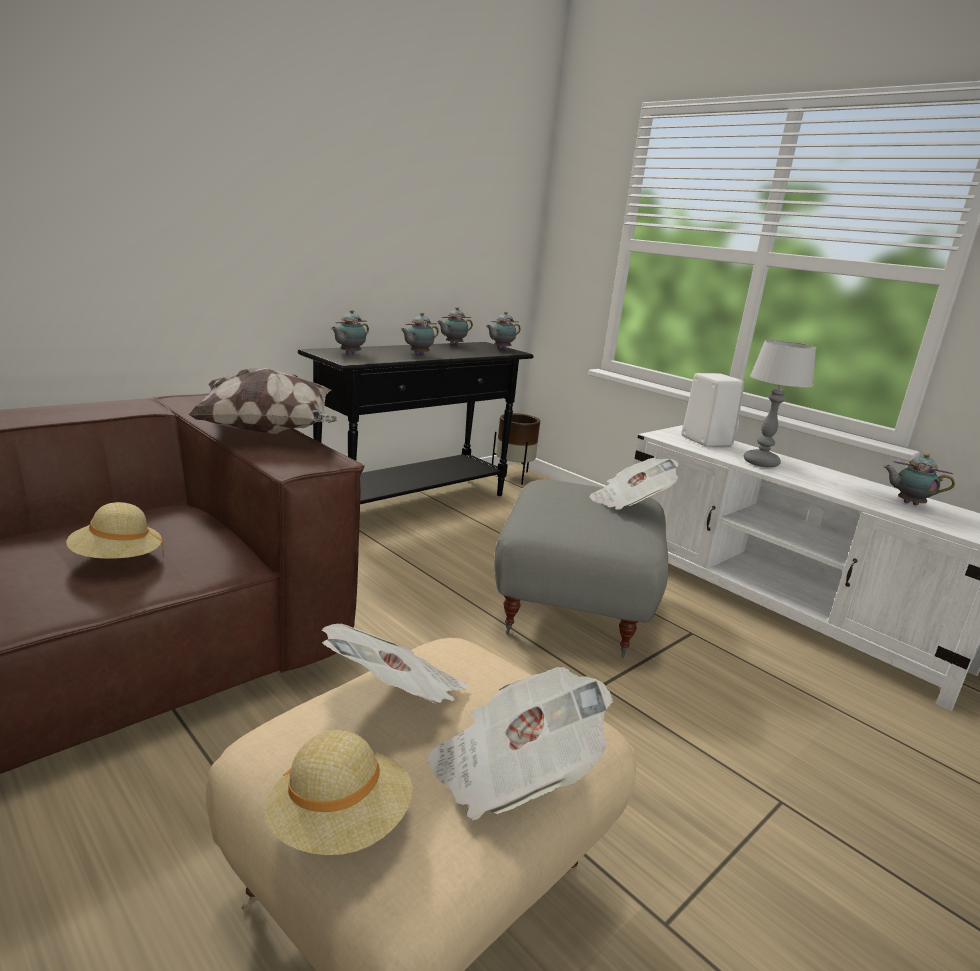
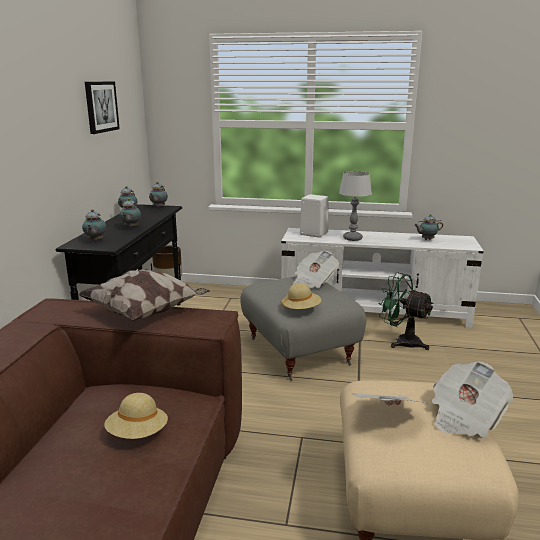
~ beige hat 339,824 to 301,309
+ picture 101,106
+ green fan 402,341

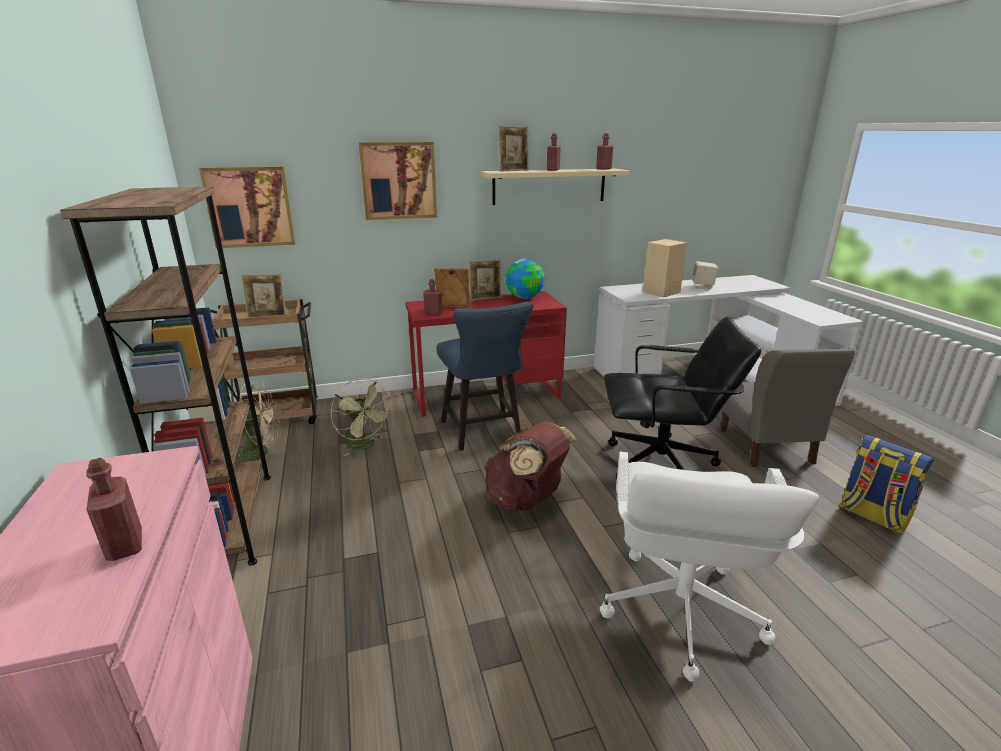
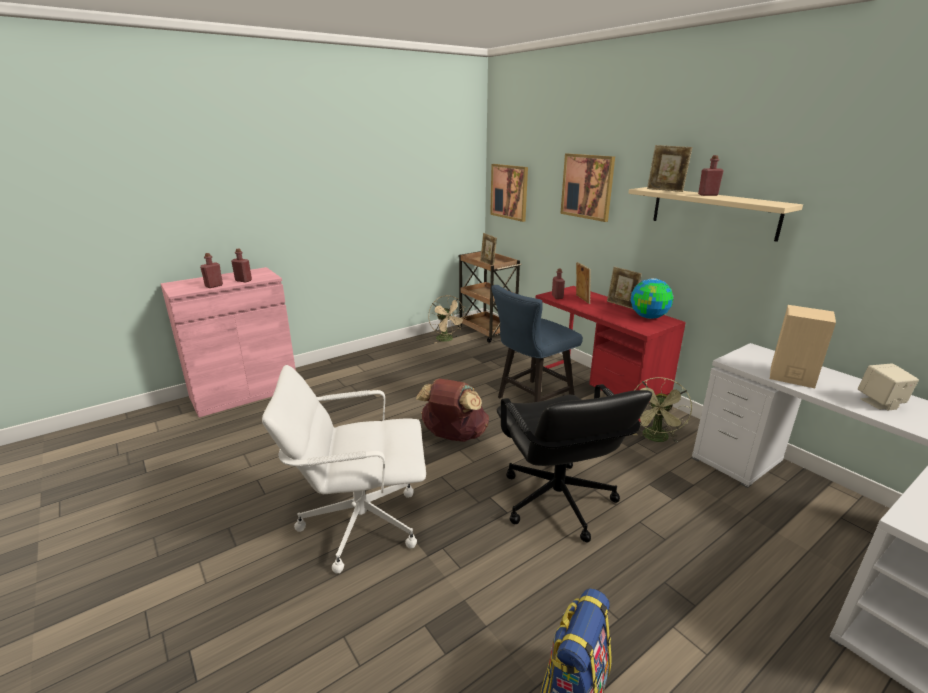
- brown bookcase 230,520
~ green fan 365,446 to 655,438
~ red bottle 603,169 to 243,280
- grey chair 765,446

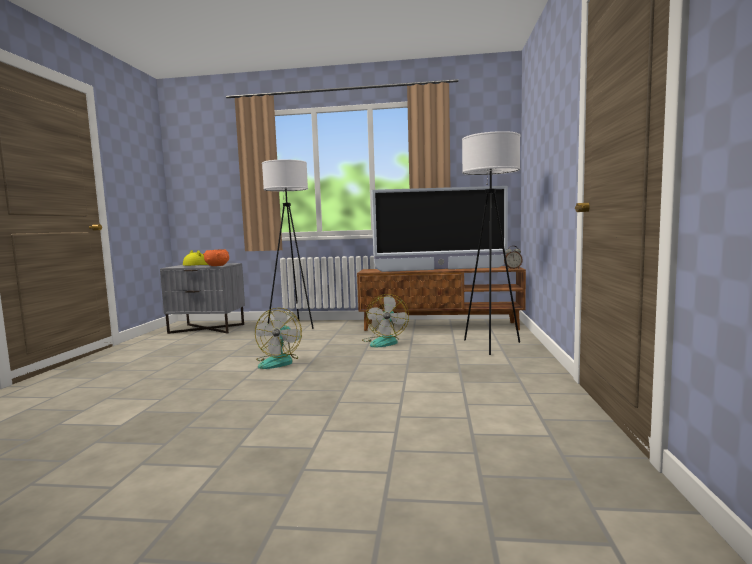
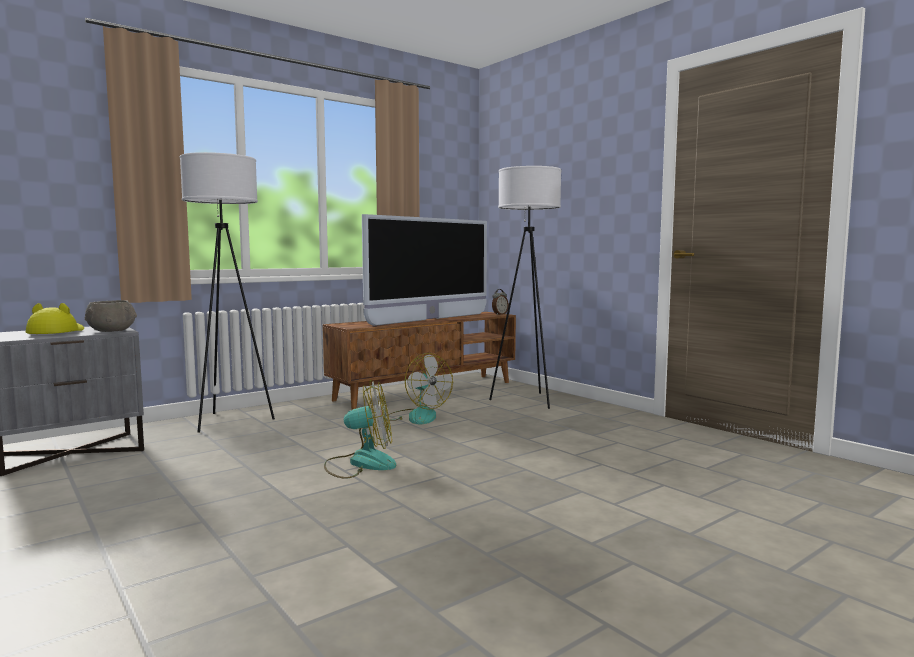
~ orange bowl 217,266 to grey bowl 111,331
~ fan 279,361 = 361,463 60 degrees counterclockwise

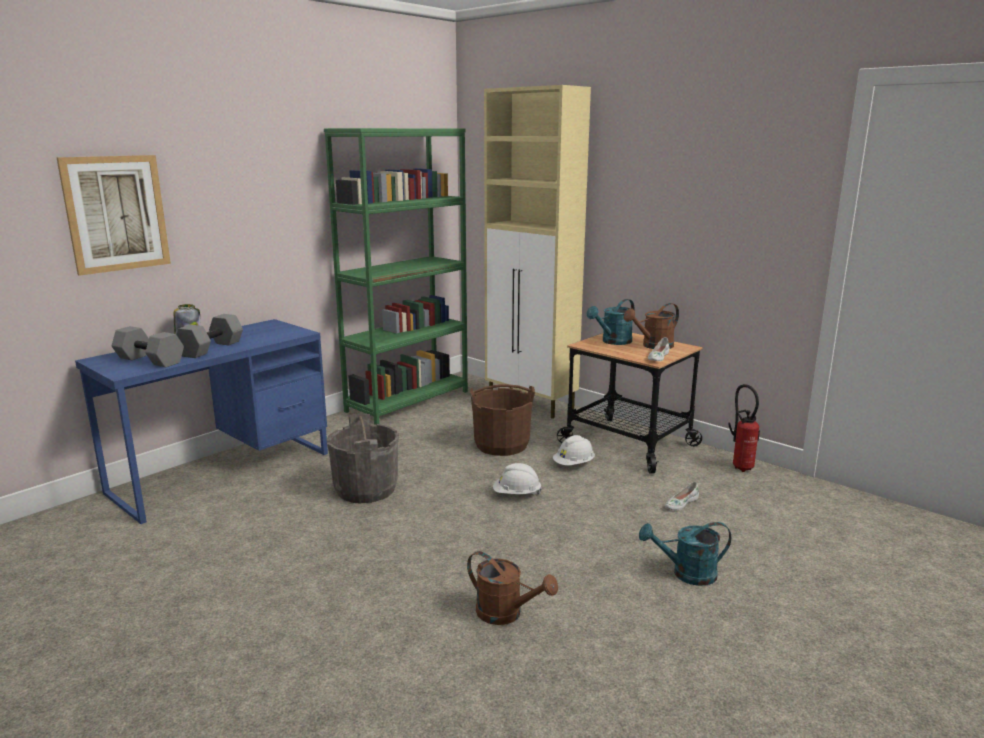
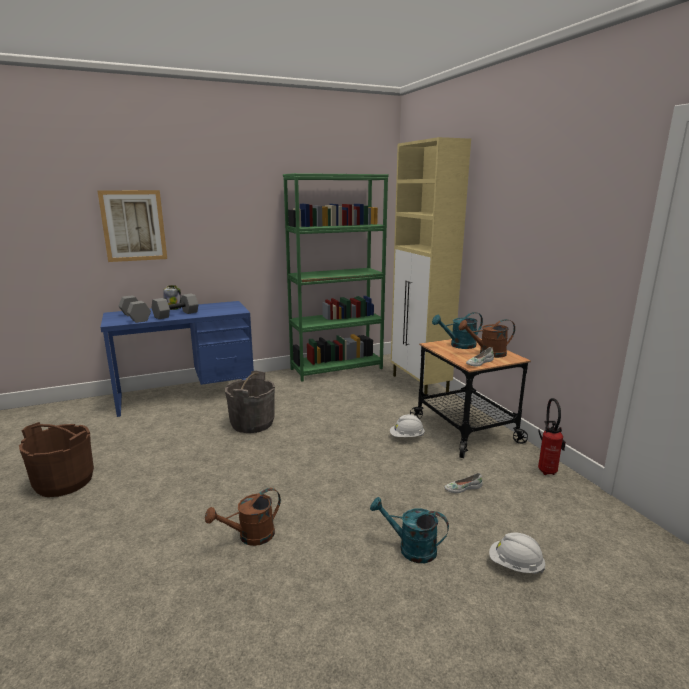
~ brown watering can 506,614 = 250,537 90 degrees clockwise
~ brown bucket 501,445 to 64,482
~ white hard hat 516,494 to 515,565

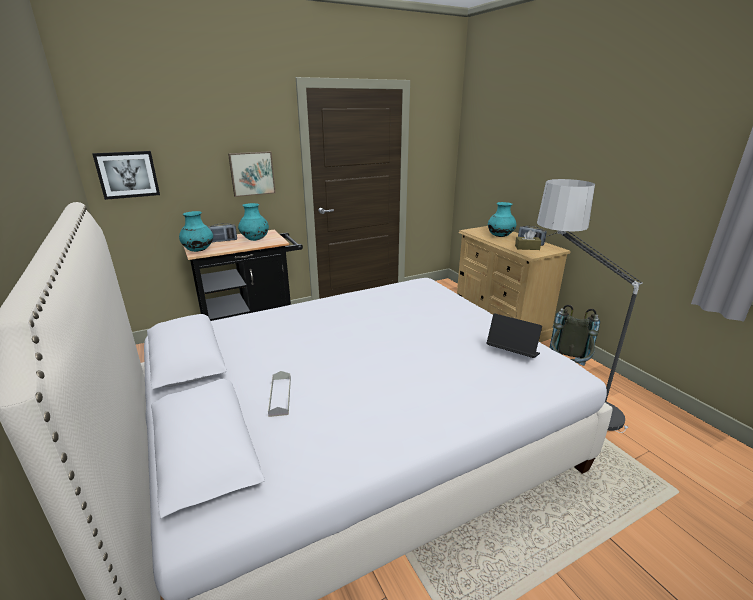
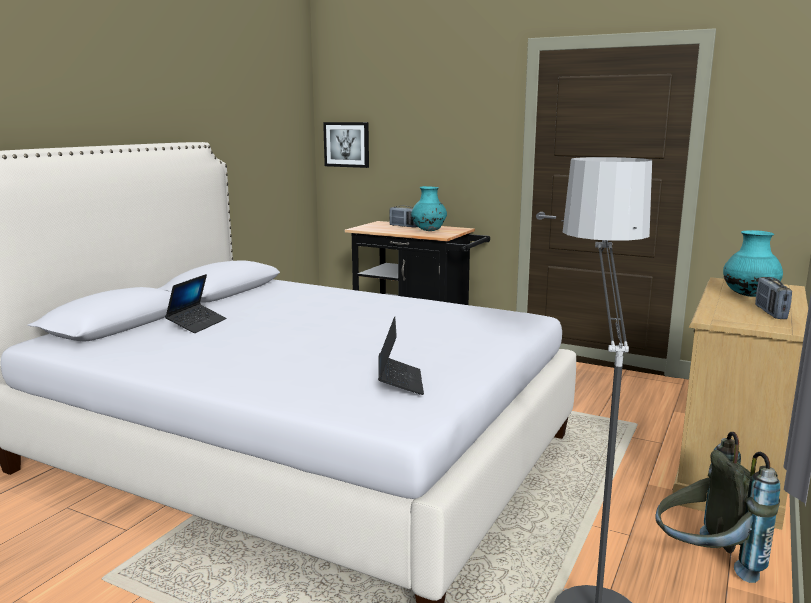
- turquoise vase 198,250
- picture 252,173
~ grey tray 280,396 to laptop 197,324
- brown tissue box 527,248

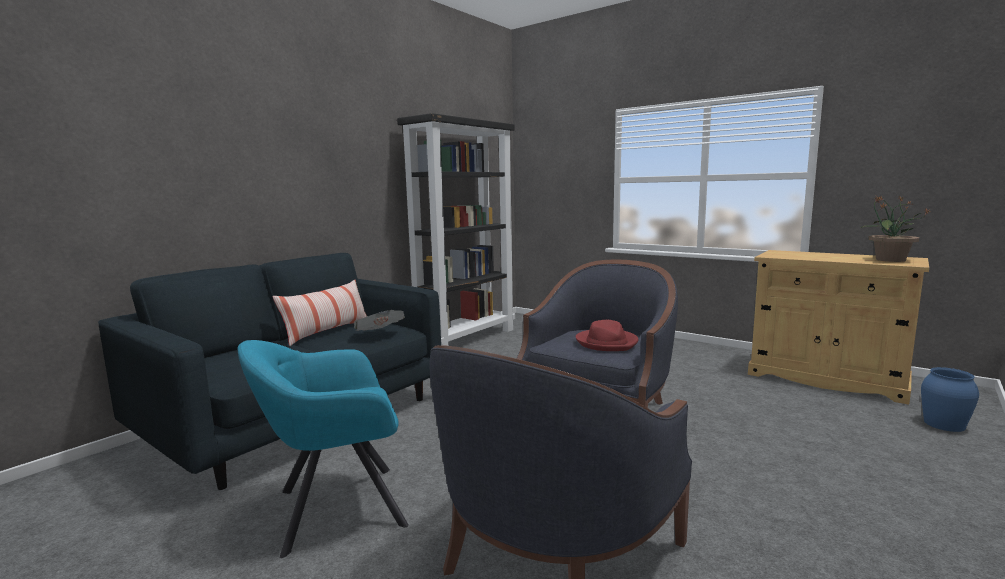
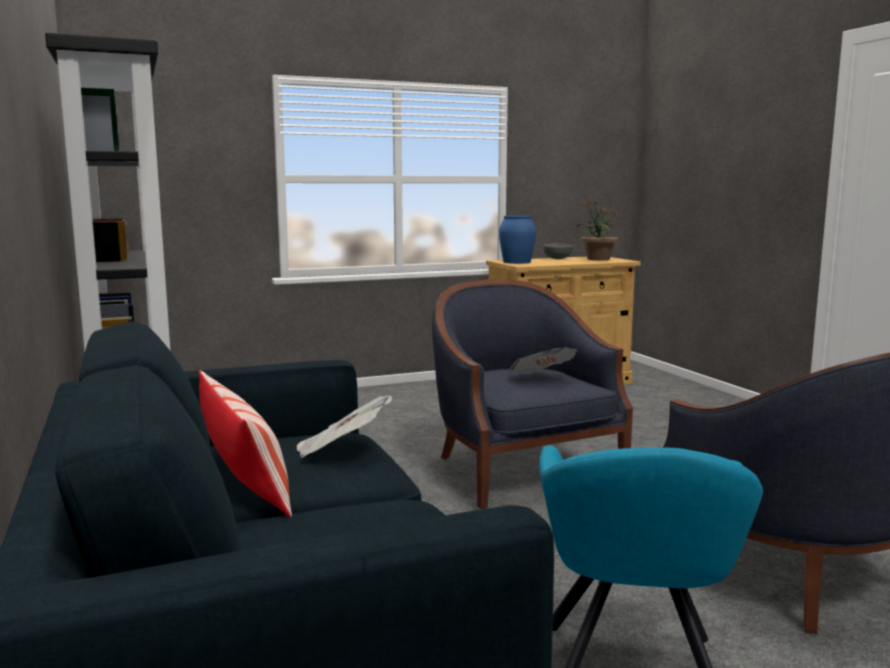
~ red hat 607,343 to newspaper 542,379
~ blue vase 943,424 to 516,262
+ grey bowl 558,259

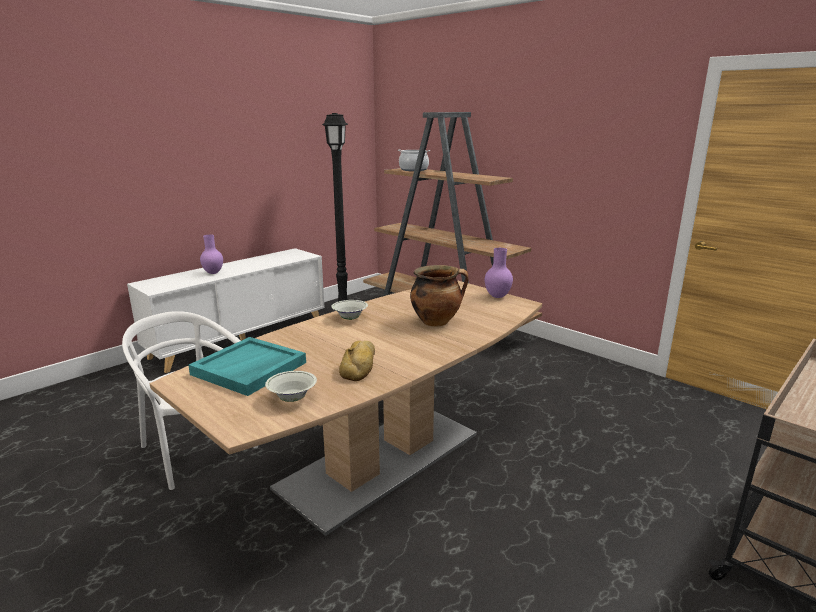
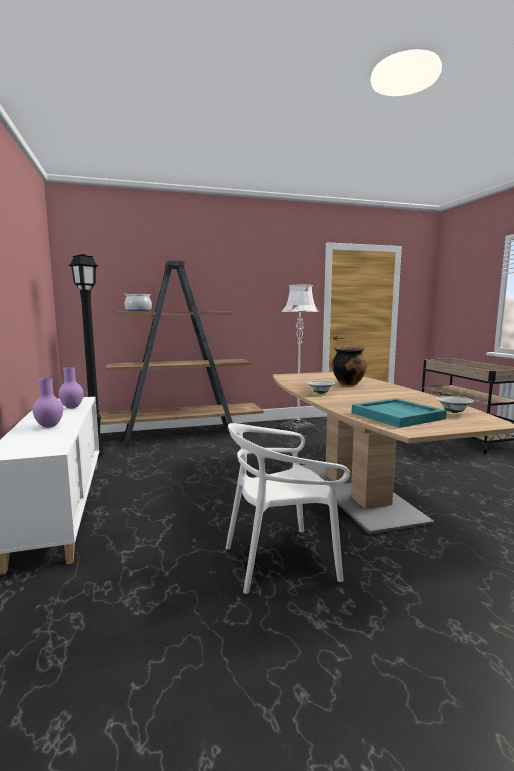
- bread 360,365
~ purple vase 497,296 to 71,407
+ white floor lamp 298,429

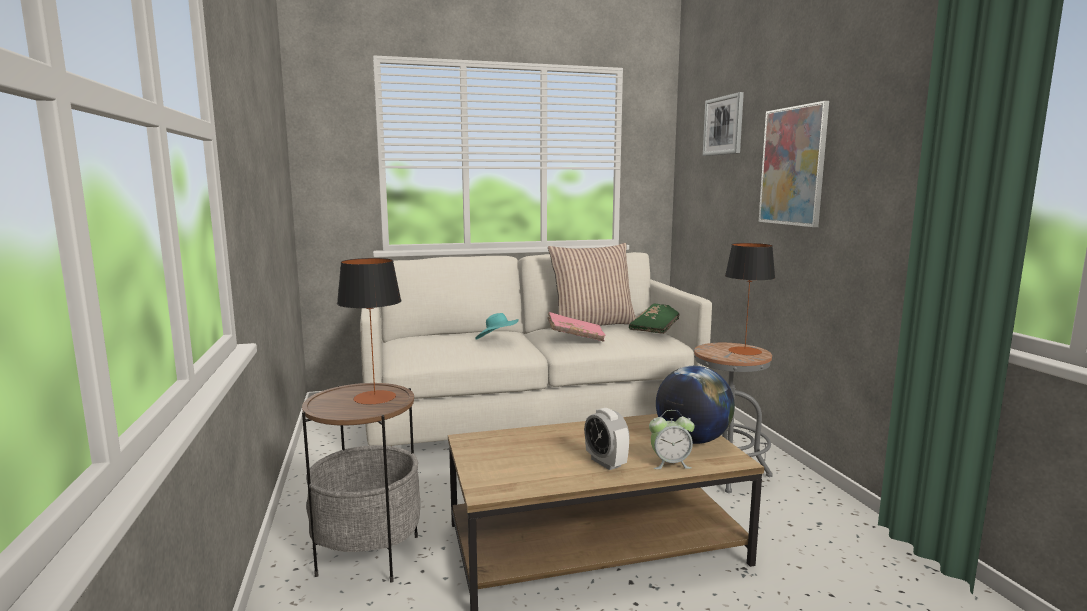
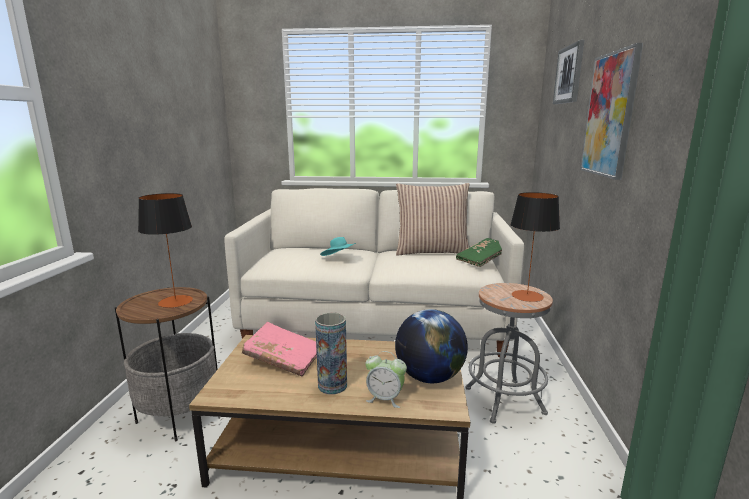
~ pink book 575,337 to 284,359
~ alarm clock 606,462 to vase 332,385

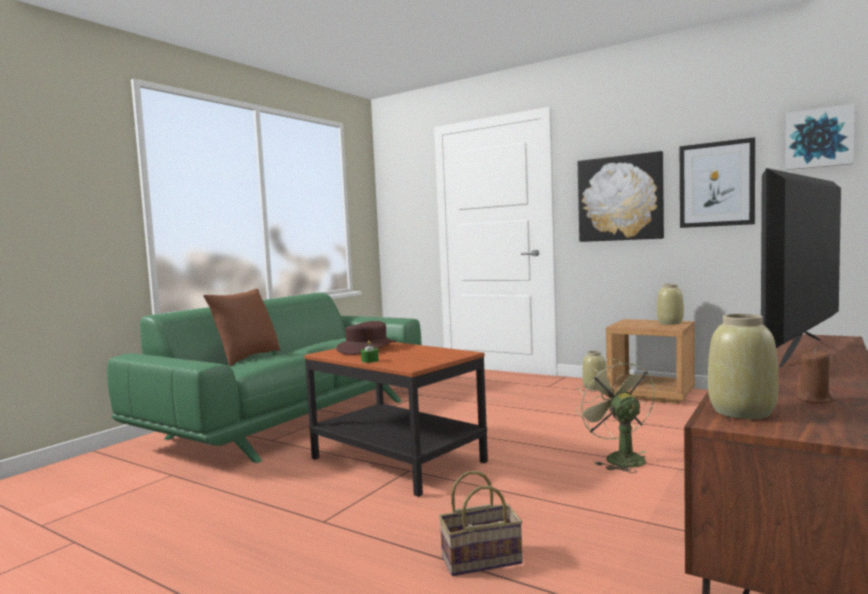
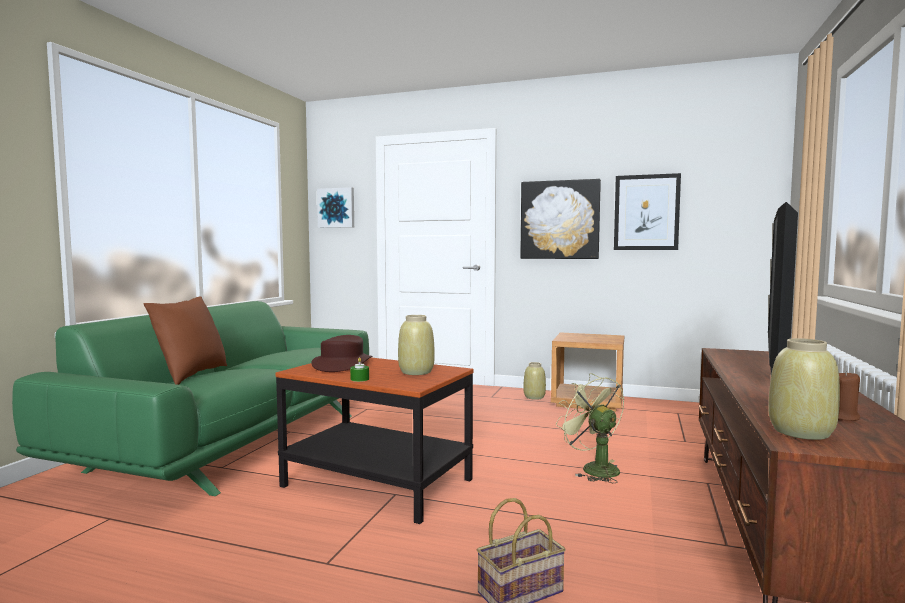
~ beige vase 670,323 to 416,372
~ picture 819,138 to 336,208

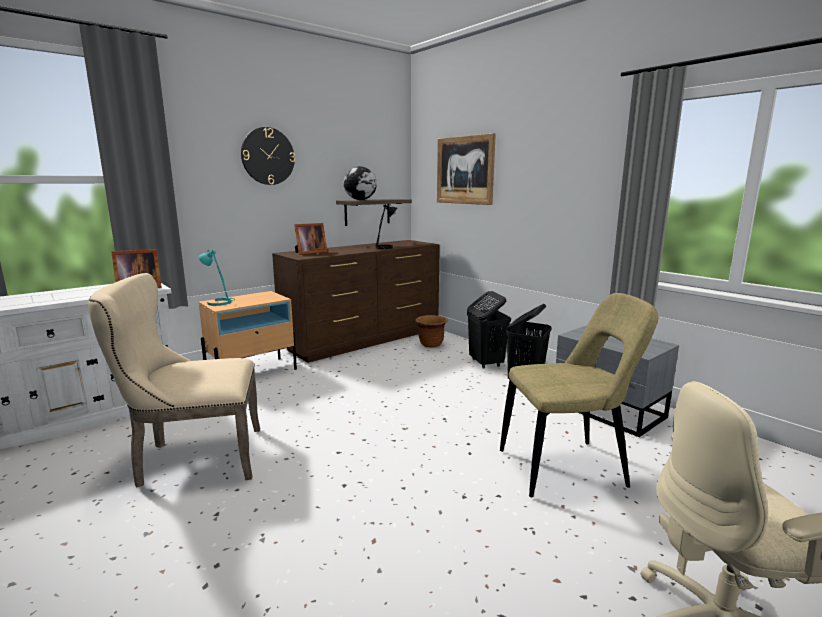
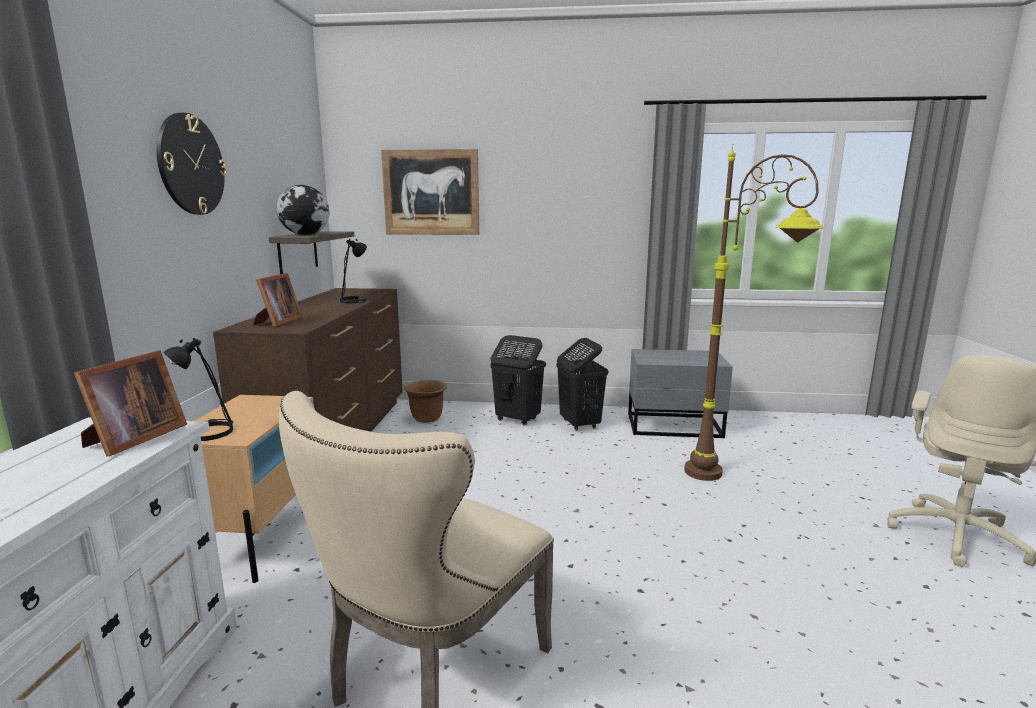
~ turquoise table lamp 220,302 to black table lamp 209,431
~ beige chair 567,468 to brown floor lamp 735,481

